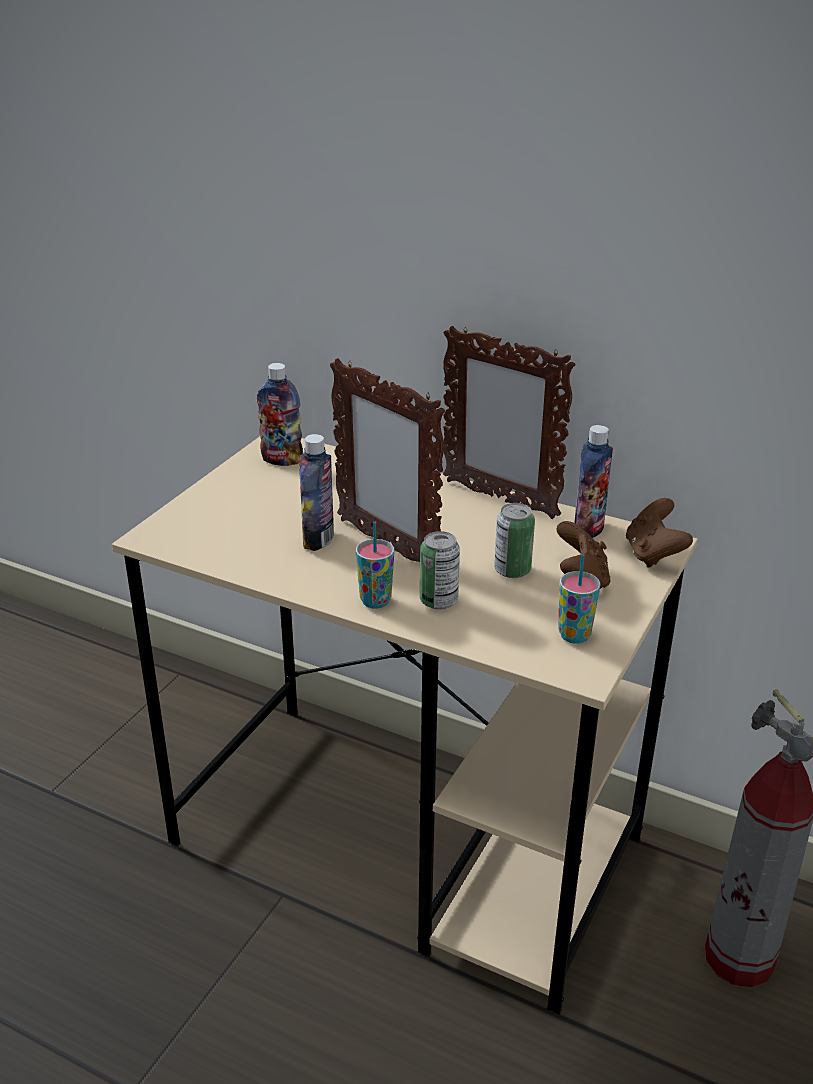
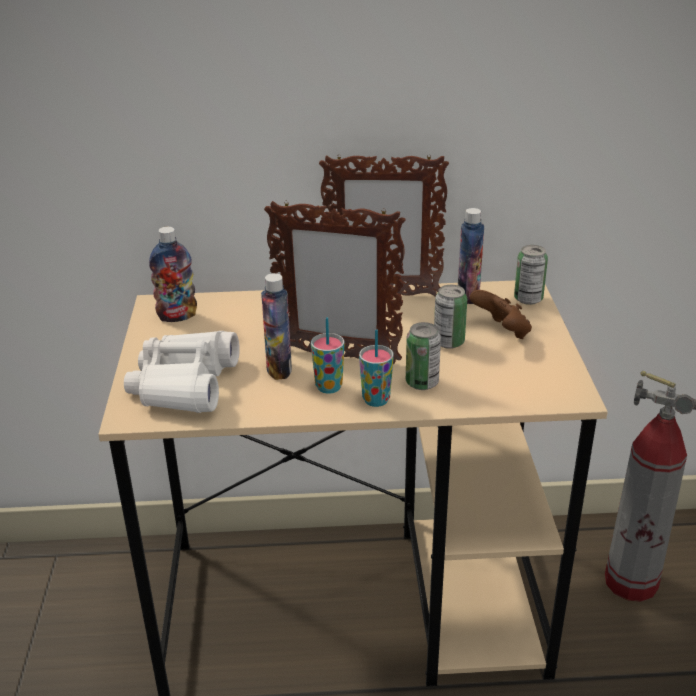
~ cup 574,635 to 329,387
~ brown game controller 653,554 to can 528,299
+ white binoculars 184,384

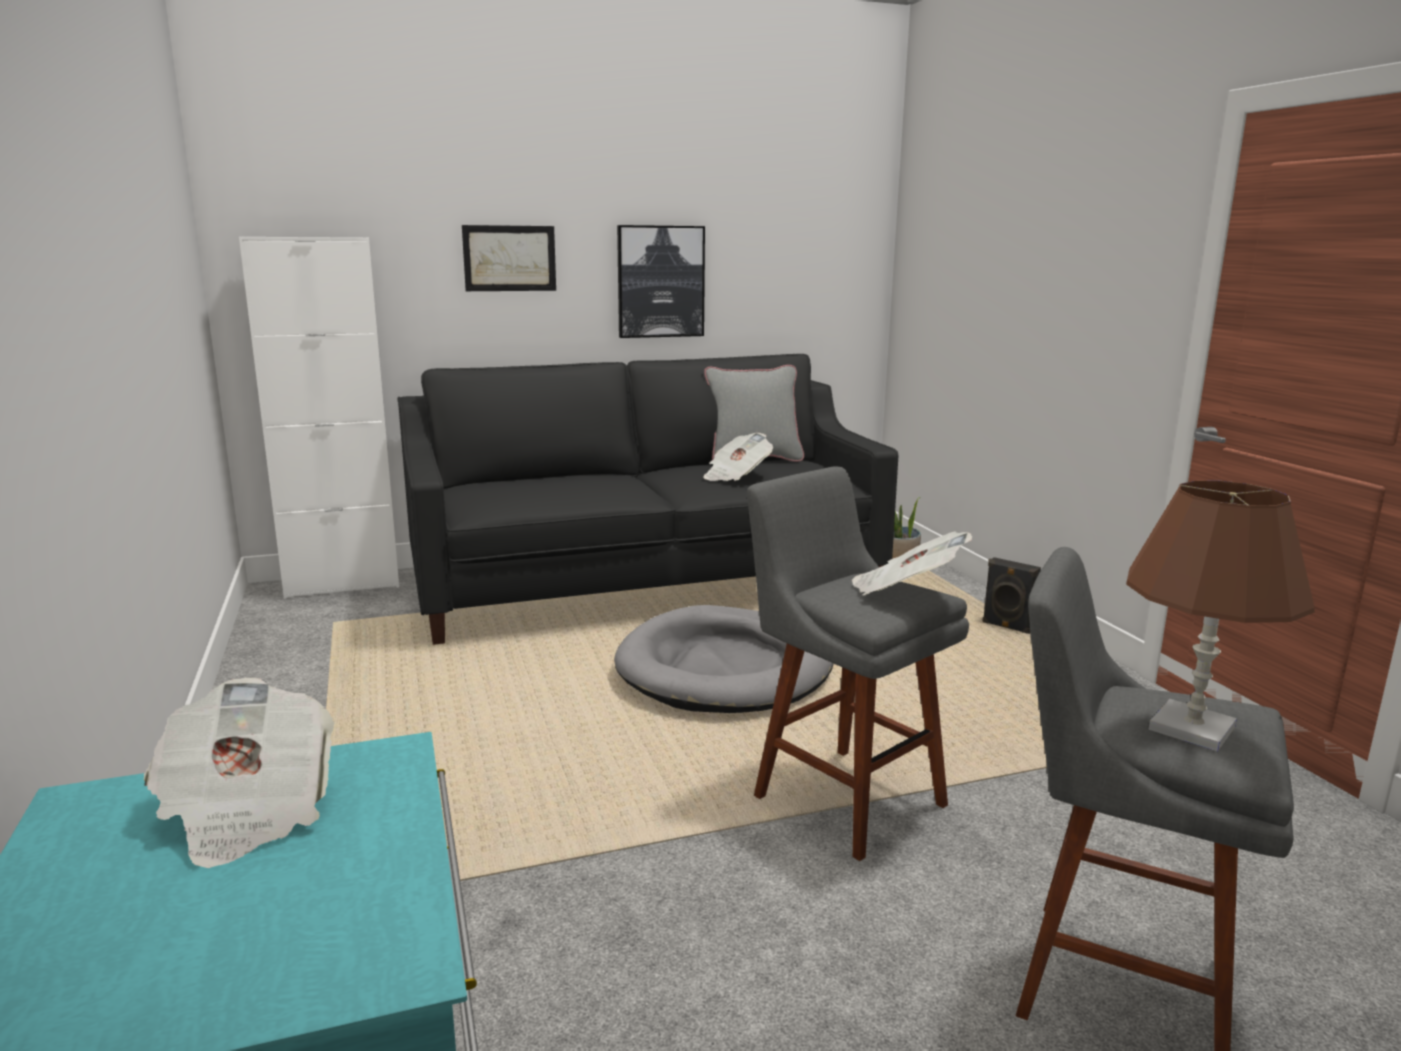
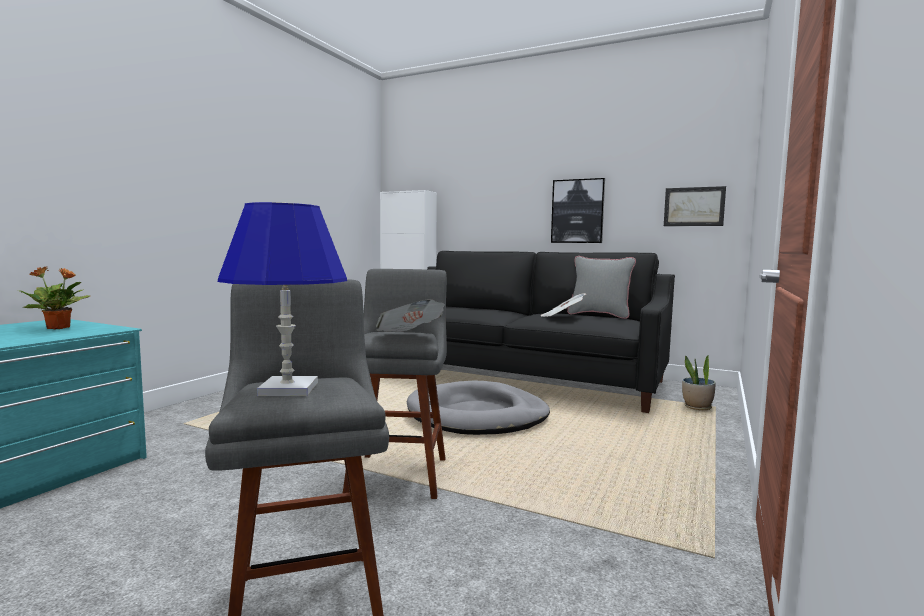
~ newspaper 247,810 to potted plant 59,328
~ picture 509,258 to 694,206
- black speaker 1007,627
~ brown table lamp 1192,729 to blue table lamp 288,389

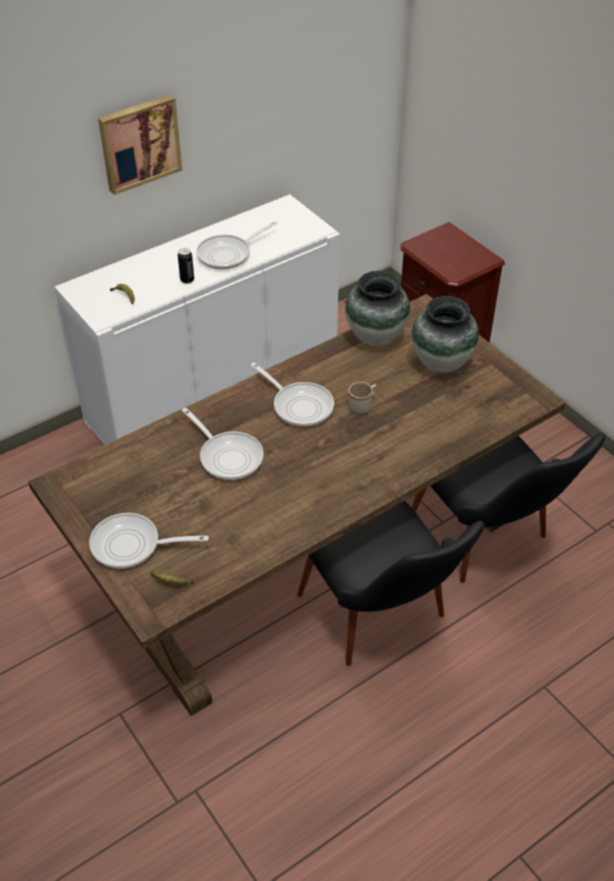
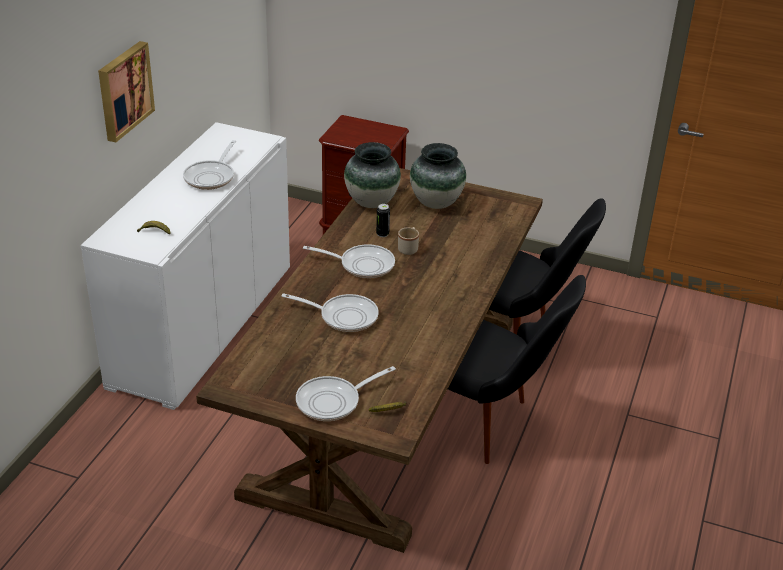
~ can 187,280 to 382,234

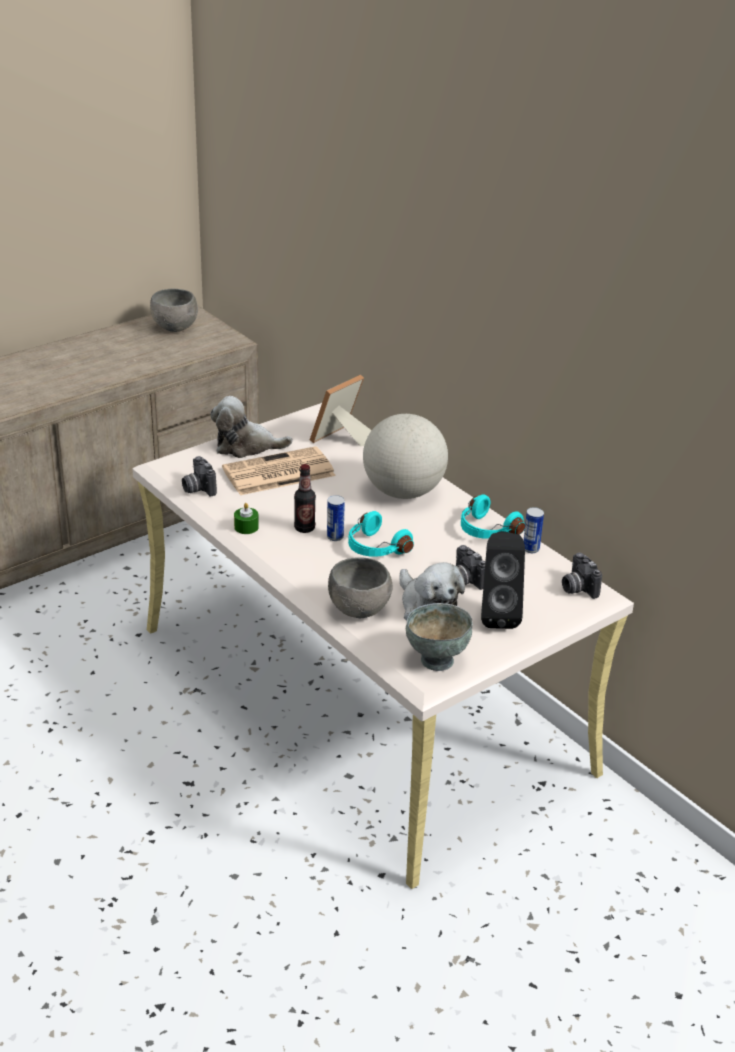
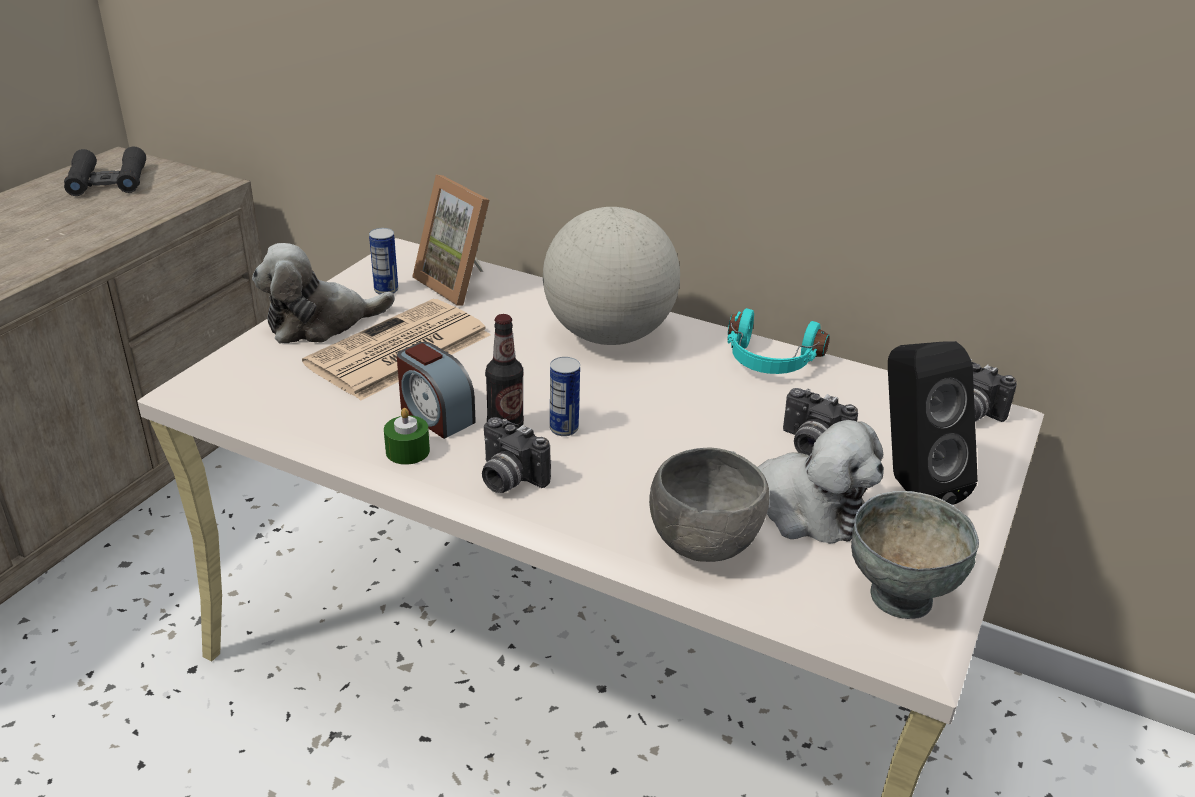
~ grey bowl 175,328 to black binoculars 108,181
~ photo camera 197,488 to 508,479
~ picture frame 341,440 = 460,283 60 degrees counterclockwise
- turquoise headphones 375,548
~ can 531,549 to 386,290
+ alarm clock 435,415

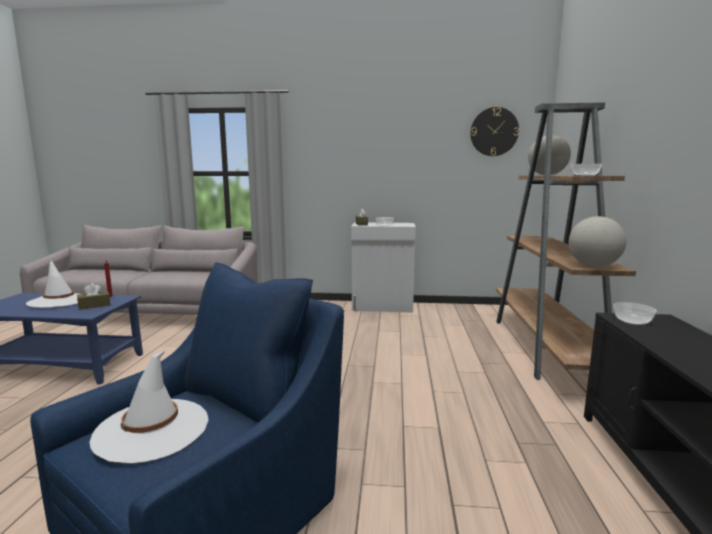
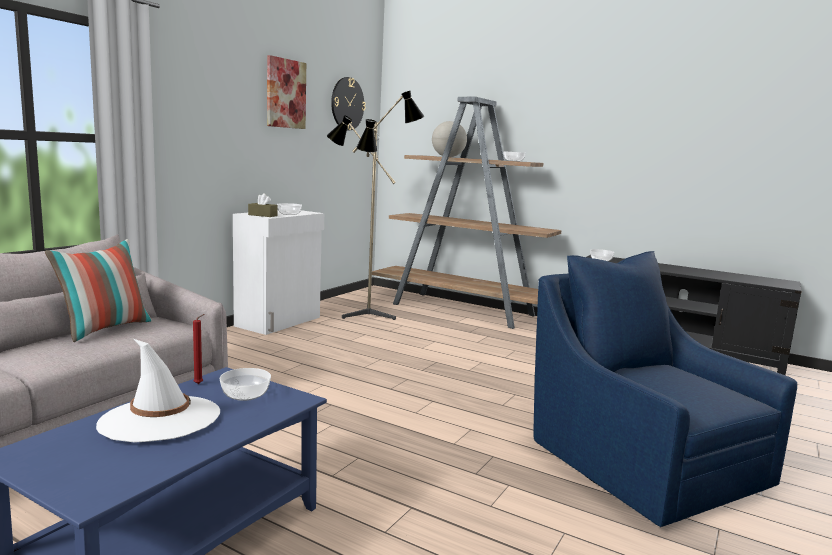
~ brown tissue box 94,305 to bowl 246,395
- white hat 152,429
- globe 593,266
+ pillow 105,329
+ picture 285,93
+ floor lamp 366,316

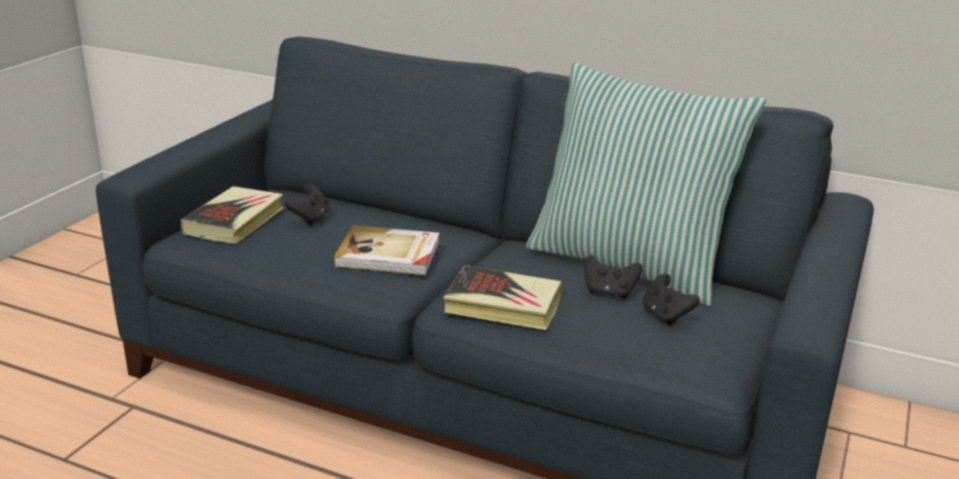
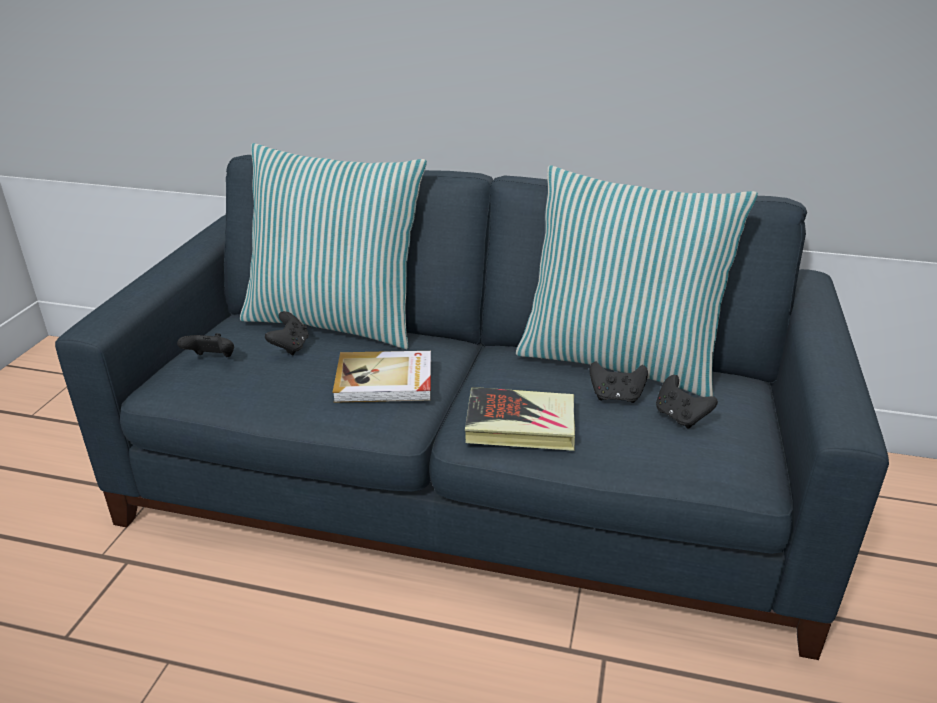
~ book 235,221 to black game controller 212,359
+ pillow 336,320

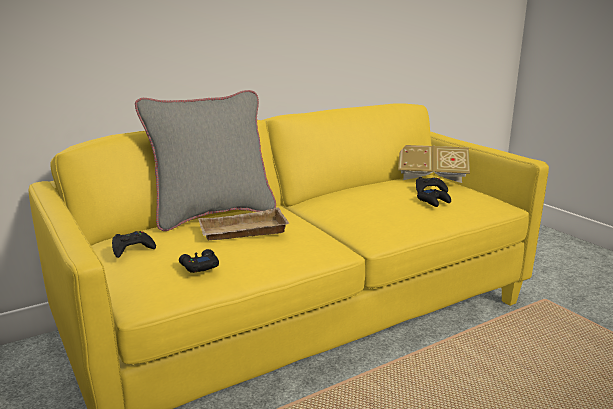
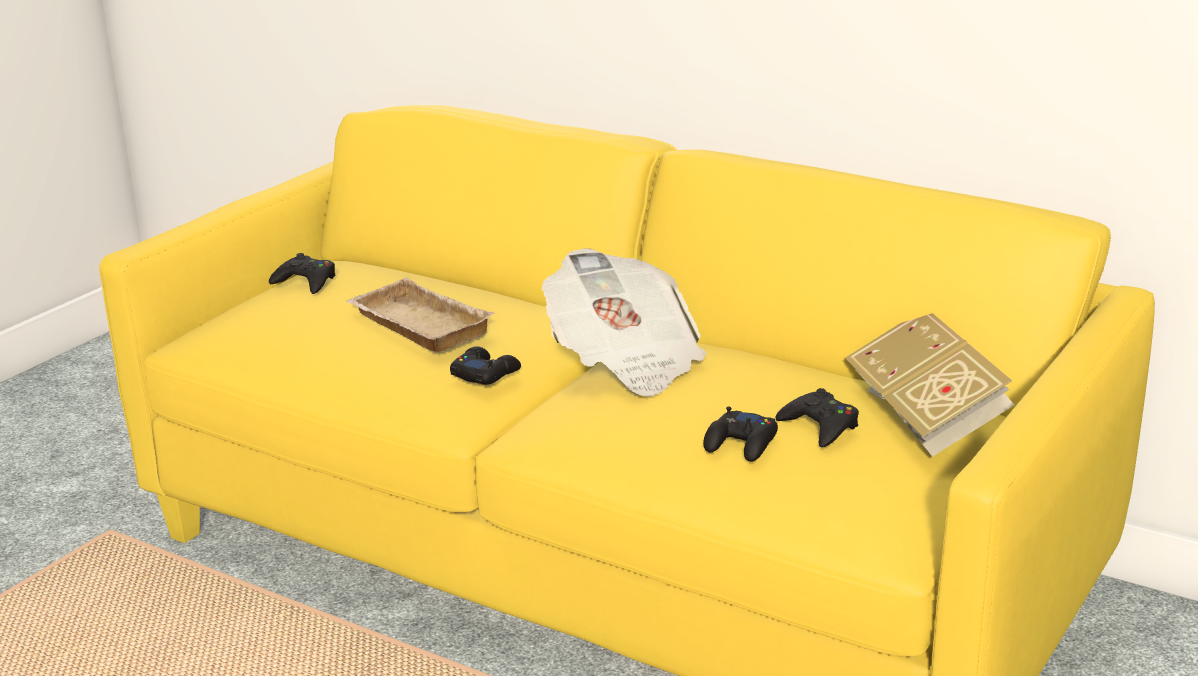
- grey pillow 212,214
~ black game controller 199,266 to 485,374
+ newspaper 625,361

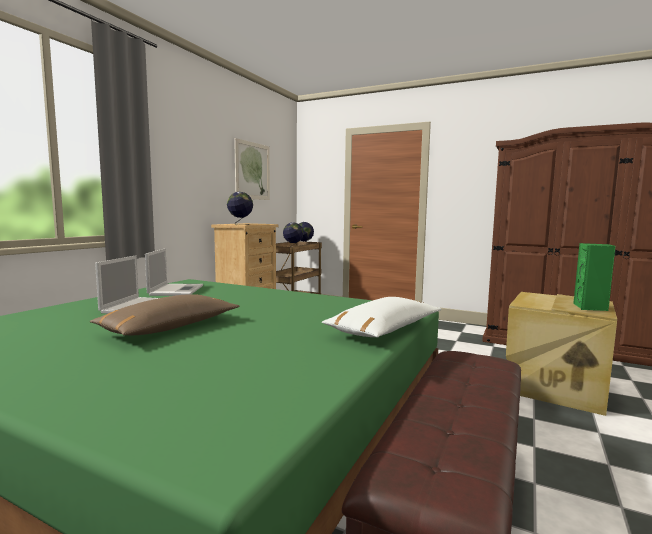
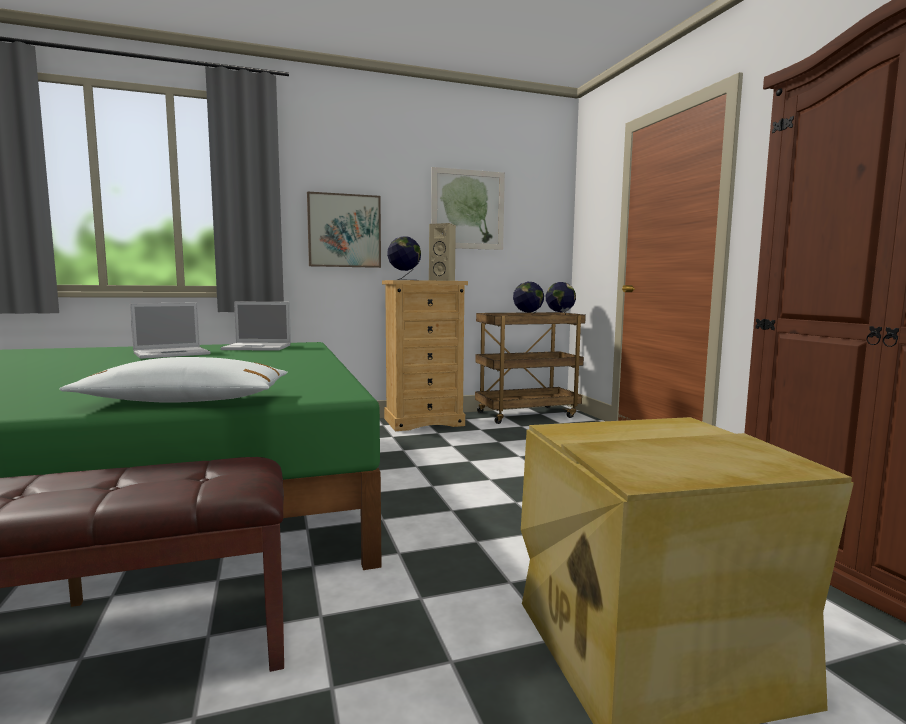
- brown pillow 170,328
~ laptop 176,290 = 258,347 45 degrees clockwise
- green speaker 590,308
+ picture 344,231
+ beige speaker 443,280

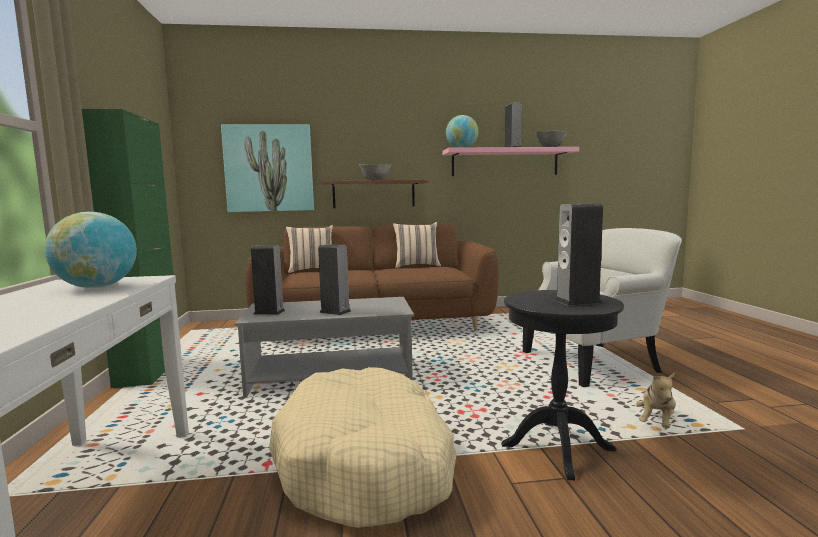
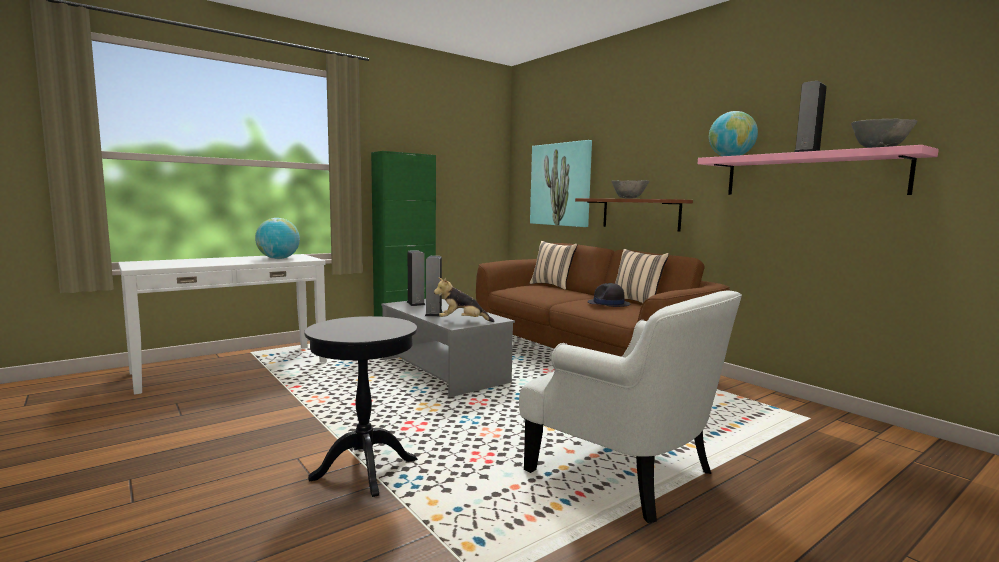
- beige dog bed 367,464
- speaker 577,301
~ plush toy 657,422 to 462,321
+ black hat 608,304

